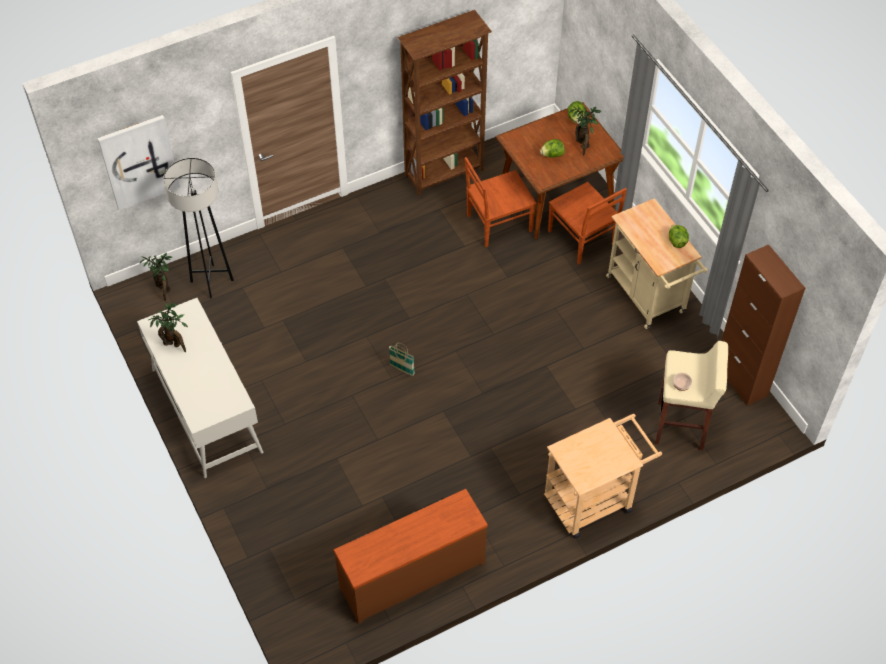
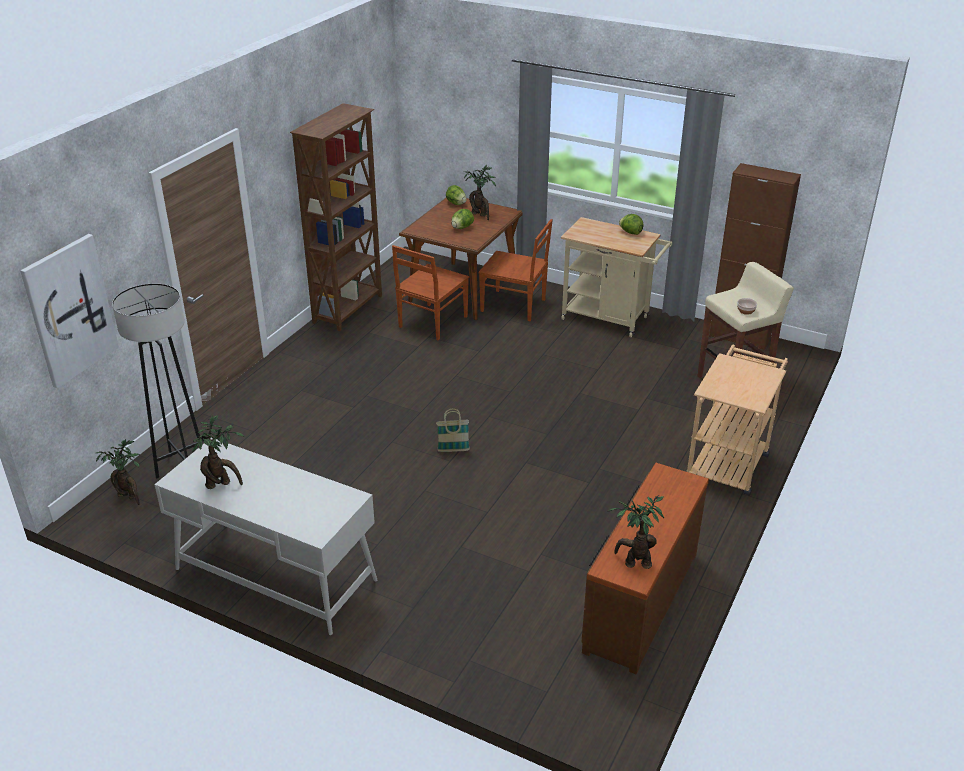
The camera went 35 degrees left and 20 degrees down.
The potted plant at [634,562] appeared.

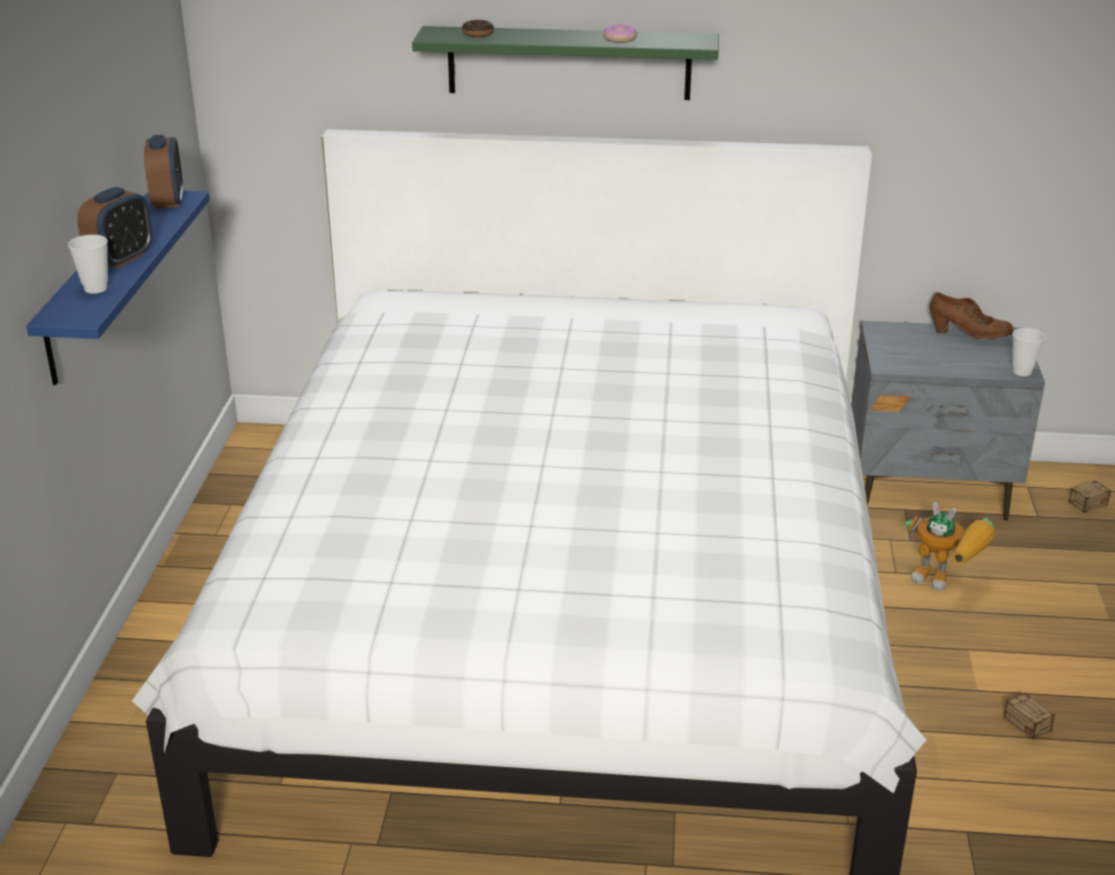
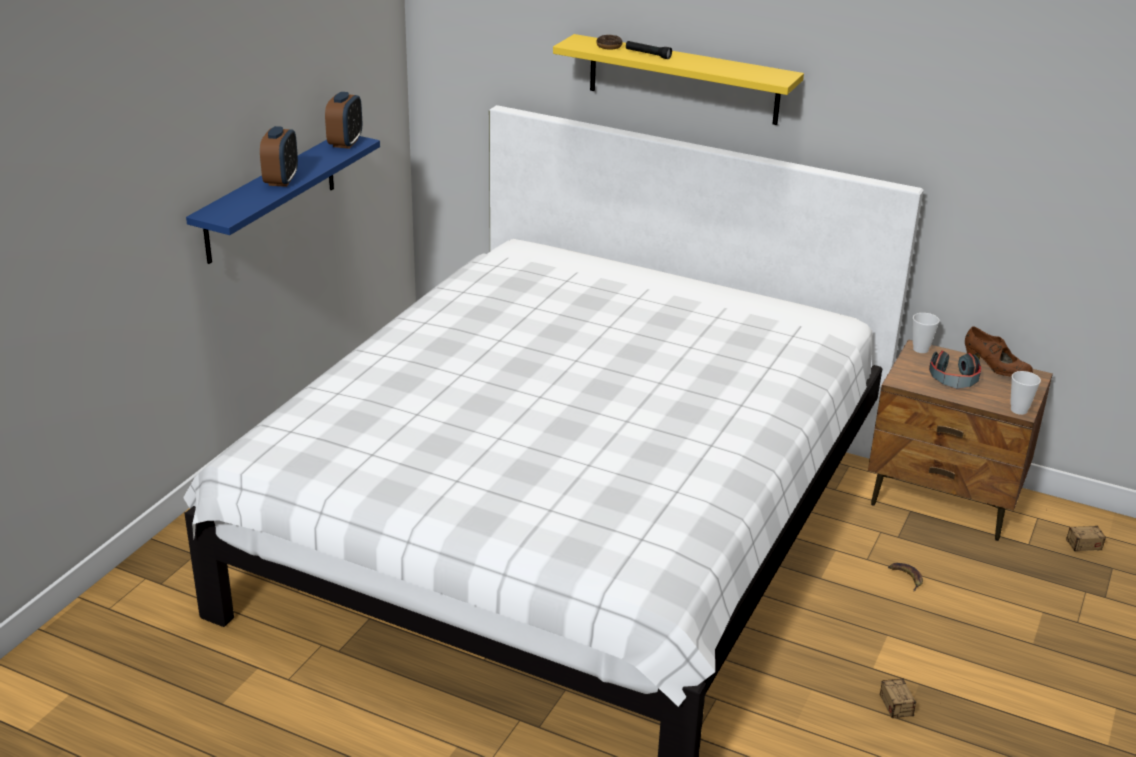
The camera went 20 degrees right and 0 degrees up.
The alarm clock at [121,259] turned 45 degrees counterclockwise.
The green shelf at [569,63] became the yellow shelf at [683,79].
The black flashlight at [648,55] appeared.
The grey nightstand at [929,489] became the brown nightstand at [945,499].
The toy robot at [946,582] was replaced by the banana at [906,577].
The cup moved from [96,288] to [920,349].
The headphones at [953,380] appeared.
The donut at [619,39] disappeared.

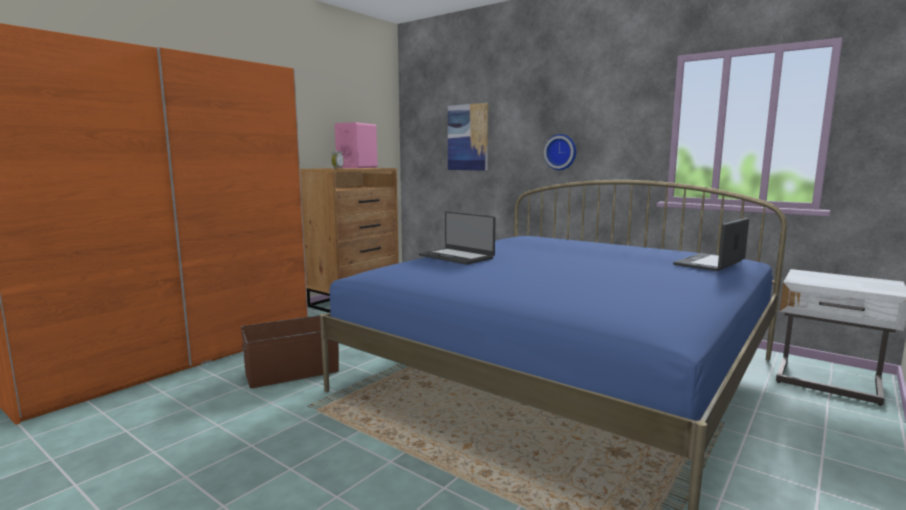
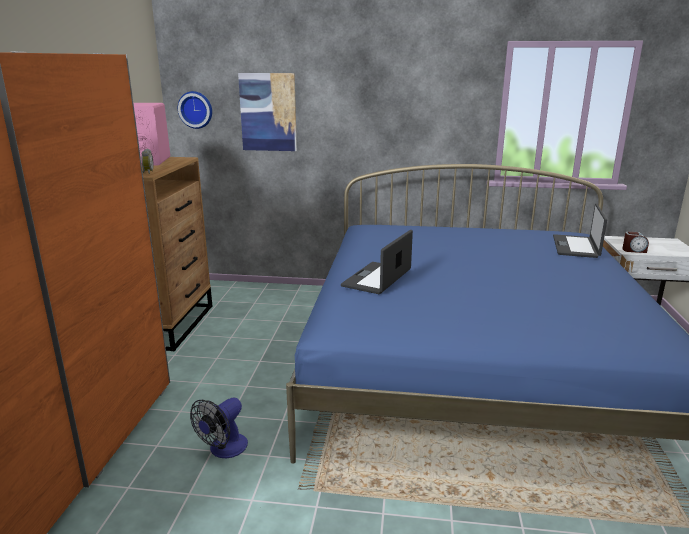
The camera went 30 degrees left and 10 degrees up.
The wall clock moved from [561,152] to [196,109].
The brown storage box at [293,372] was replaced by the fan at [224,450].
The laptop at [456,257] turned 105 degrees clockwise.
The alarm clock at [634,250] appeared.

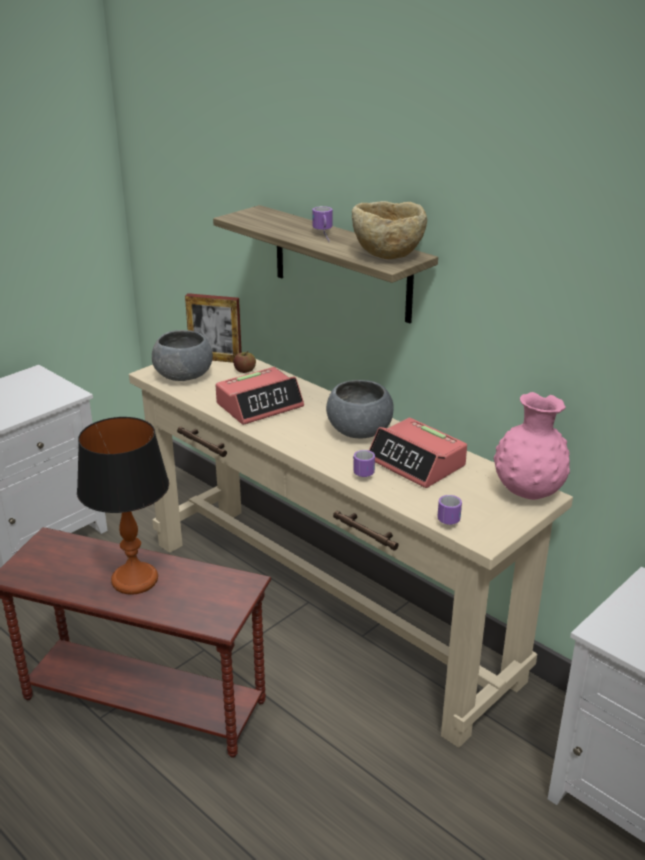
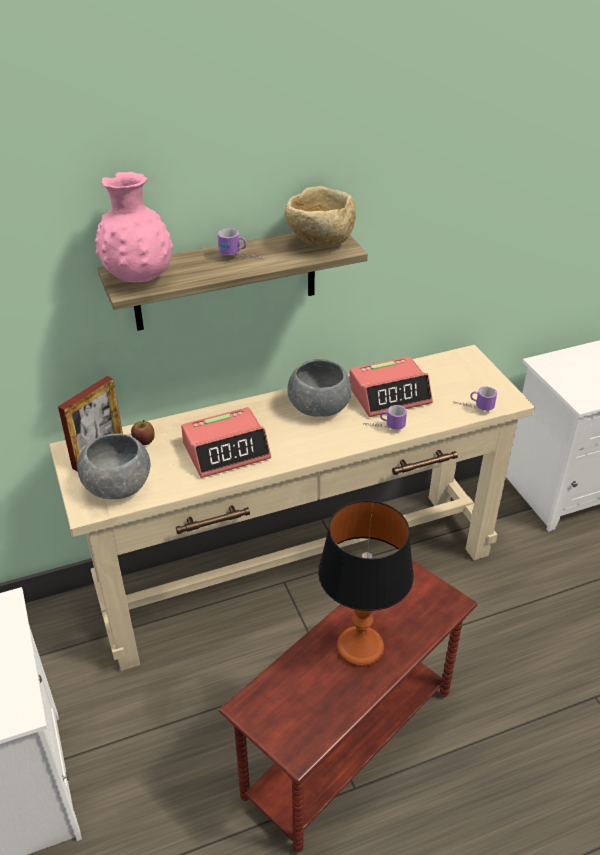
The camera went 65 degrees left and 10 degrees up.
The pink vase moved from [528,492] to [139,278].
The alarm clock at [260,405] turned 75 degrees clockwise.

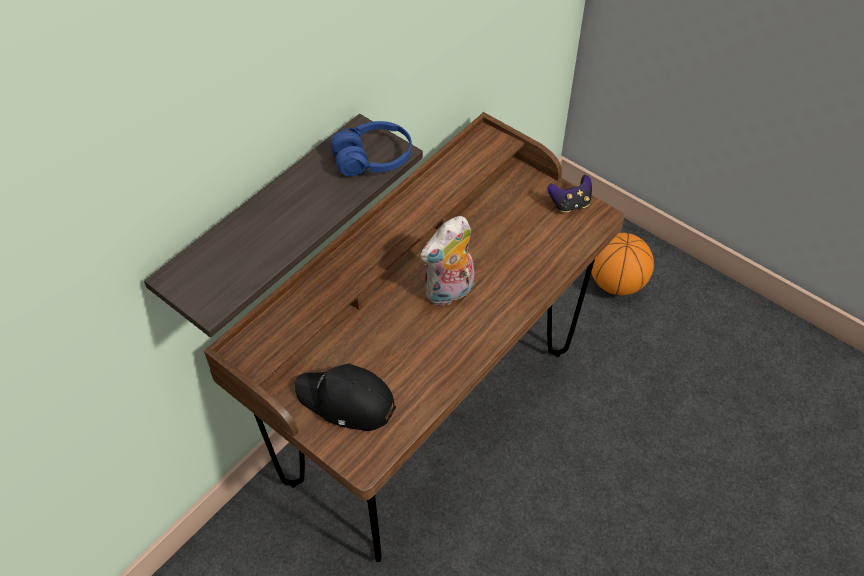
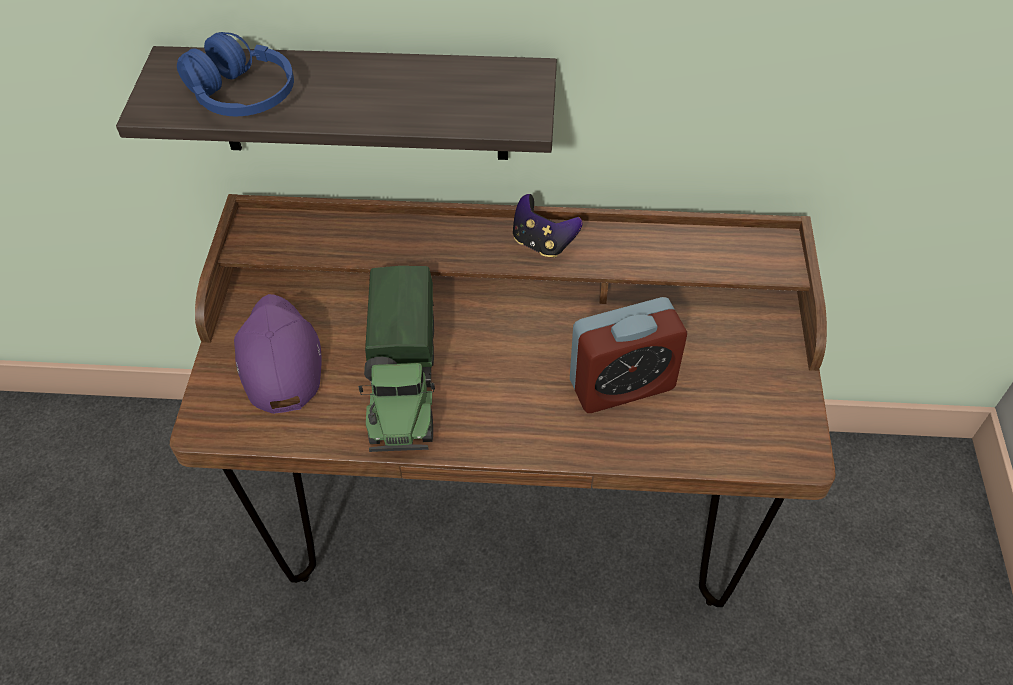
The camera went 55 degrees right and 0 degrees up.
The blue headphones moved from [373,159] to [242,96].
The black cap at [346,402] became the purple cap at [278,360].
The toy truck at [404,383] appeared.
The game controller moved from [570,204] to [542,243].
The alarm clock at [622,385] appeared.
The plush toy at [450,292] disappeared.
The basketball at [616,283] disappeared.

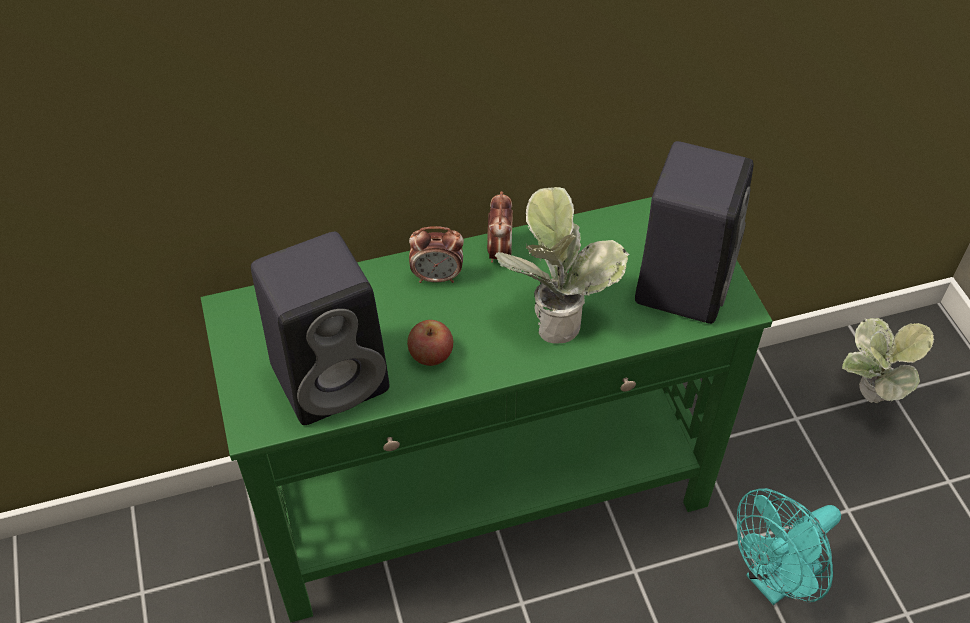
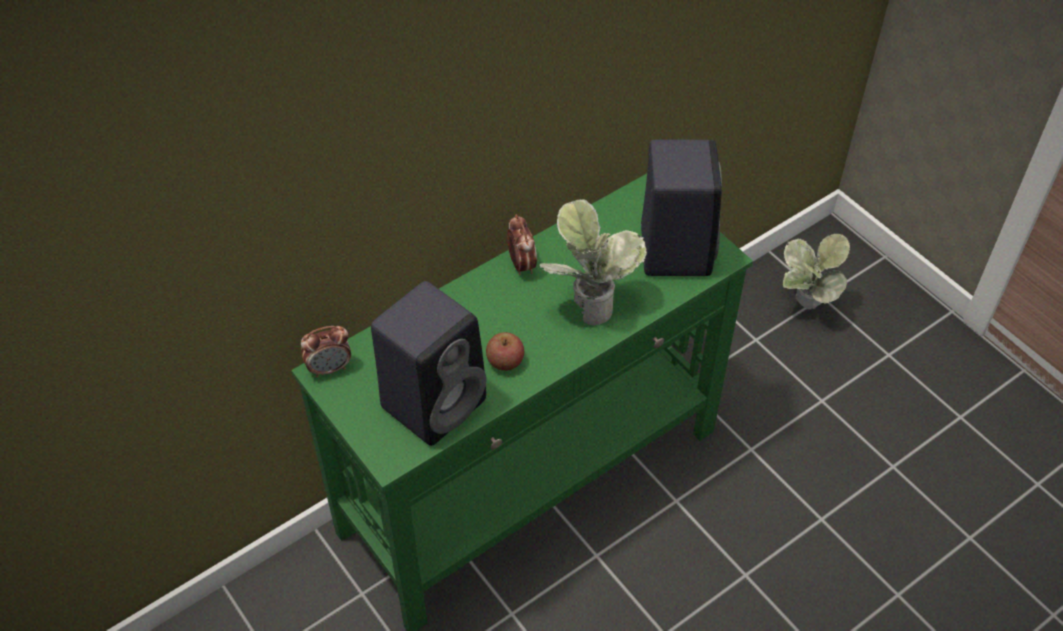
The camera went 20 degrees left and 0 degrees up.
The alarm clock moved from [437,277] to [330,368].
The turquoise fan at [775,581] disappeared.

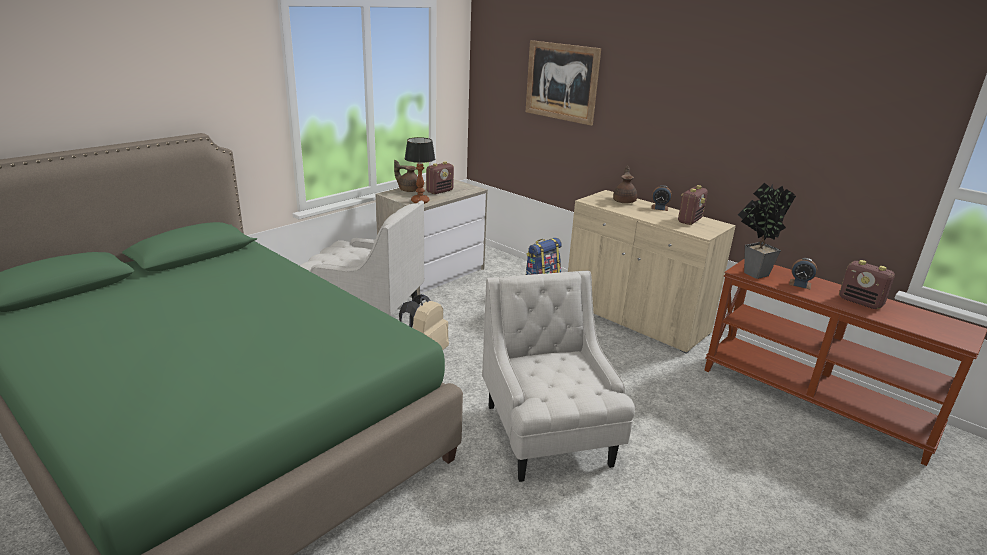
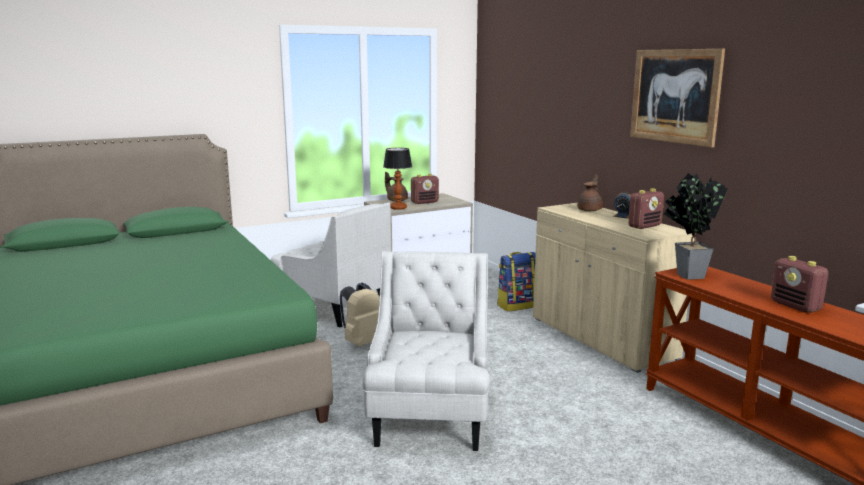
The camera went 20 degrees right and 10 degrees down.
The picture moved from [561,82] to [675,96].
The alarm clock at [800,284] disappeared.

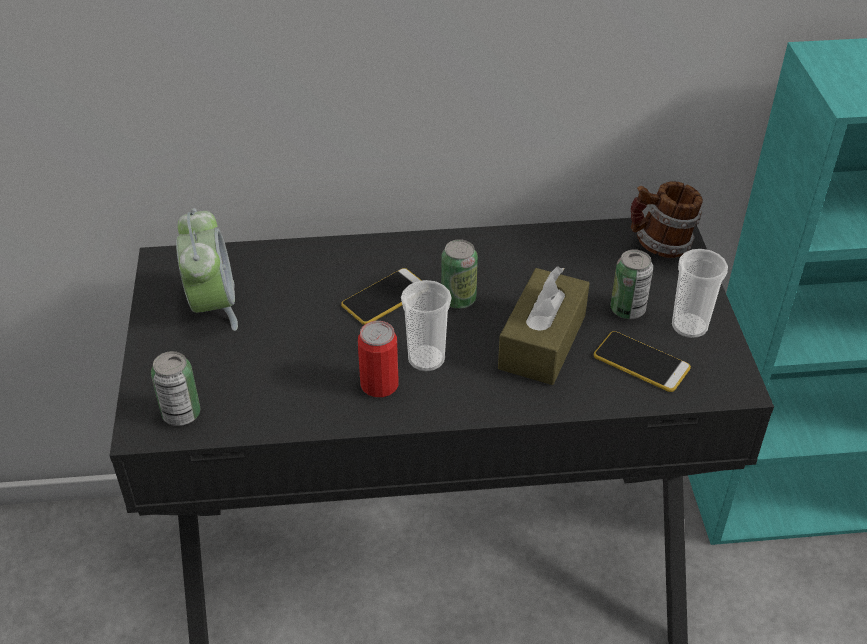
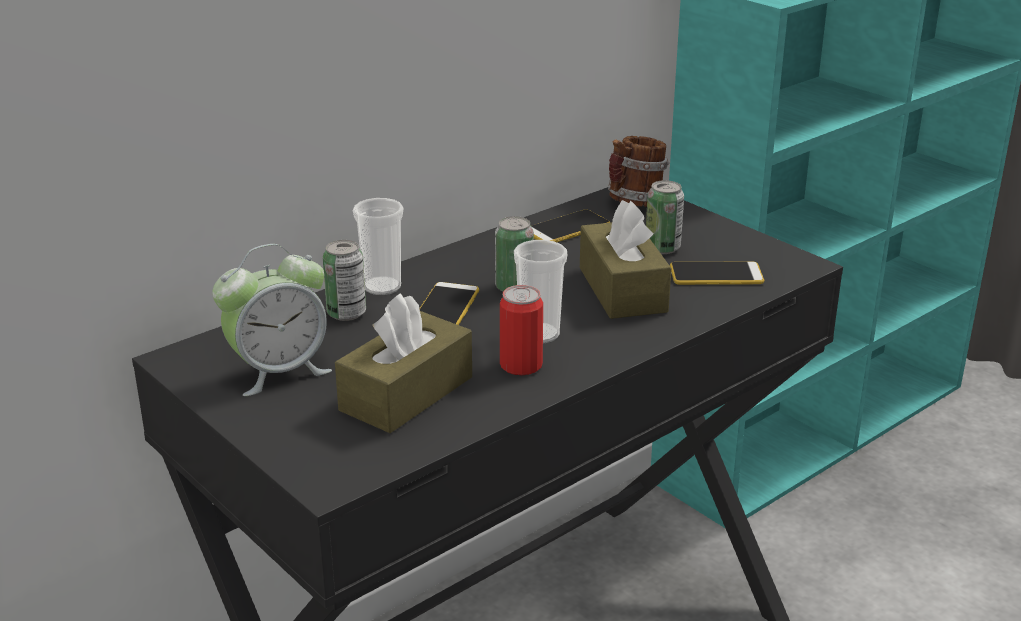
The camera went 35 degrees left and 15 degrees down.
The alarm clock at [213,306] turned 105 degrees clockwise.
The can moved from [181,414] to [346,313].
The brown tissue box at [406,394] appeared.
The cup moved from [689,326] to [382,287].
The phone at [567,228] appeared.

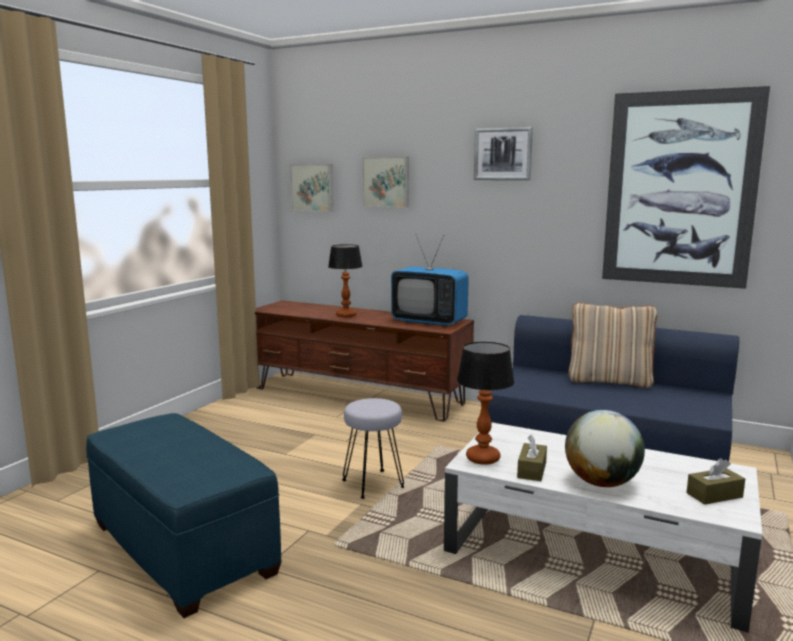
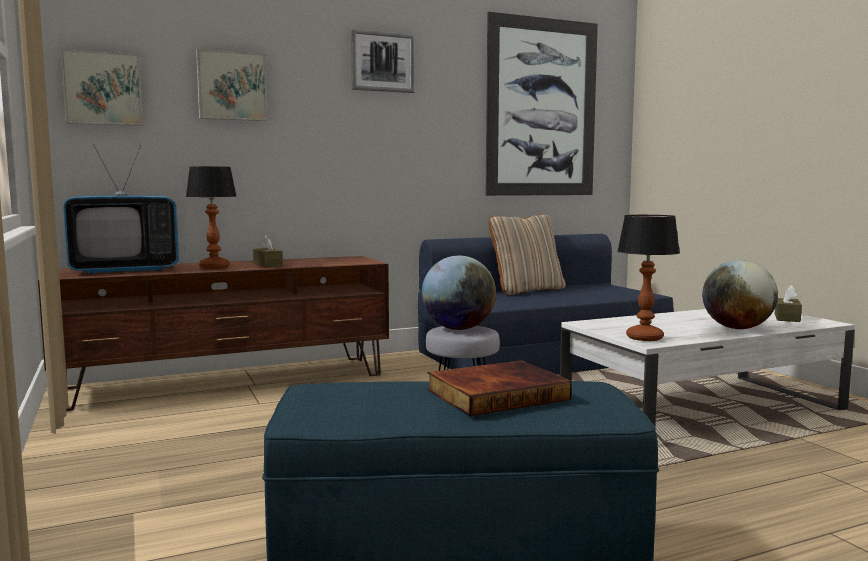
The camera went 50 degrees left and 5 degrees down.
The television moved from [429,322] to [125,270].
The brown tissue box moved from [531,470] to [267,265].
The globe at [458,329] appeared.
The book at [497,394] appeared.

